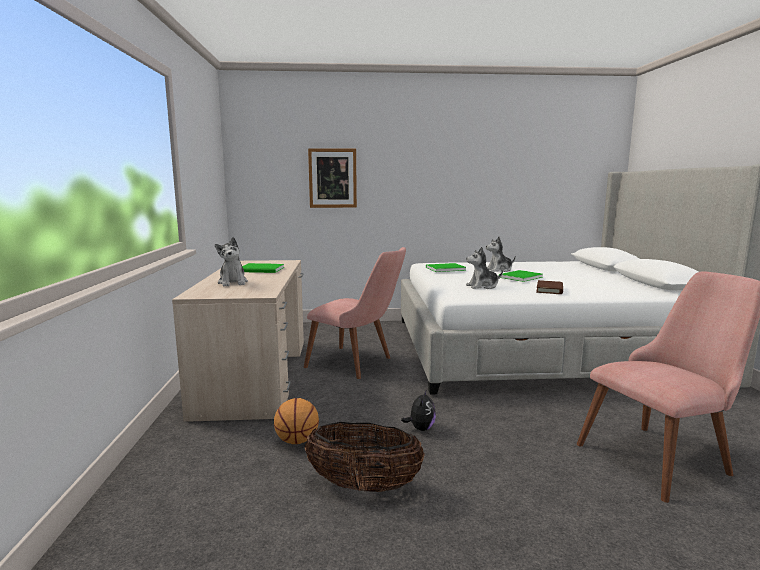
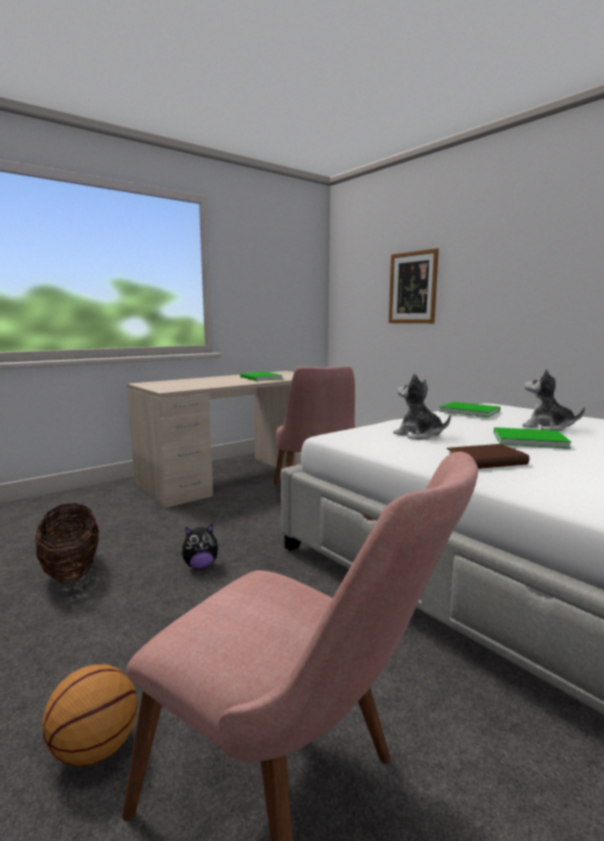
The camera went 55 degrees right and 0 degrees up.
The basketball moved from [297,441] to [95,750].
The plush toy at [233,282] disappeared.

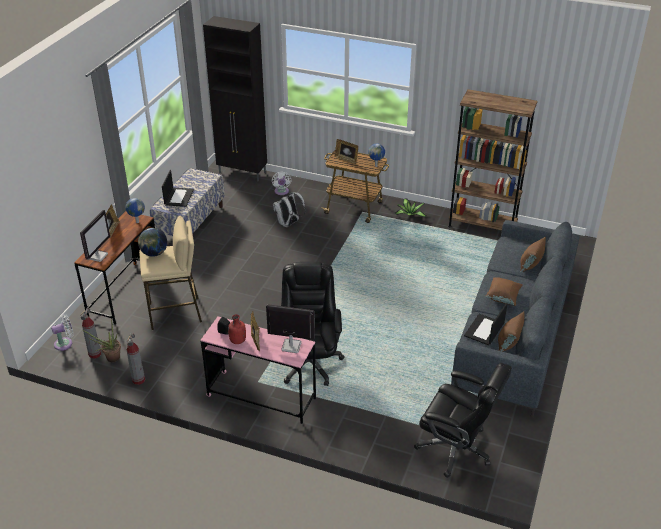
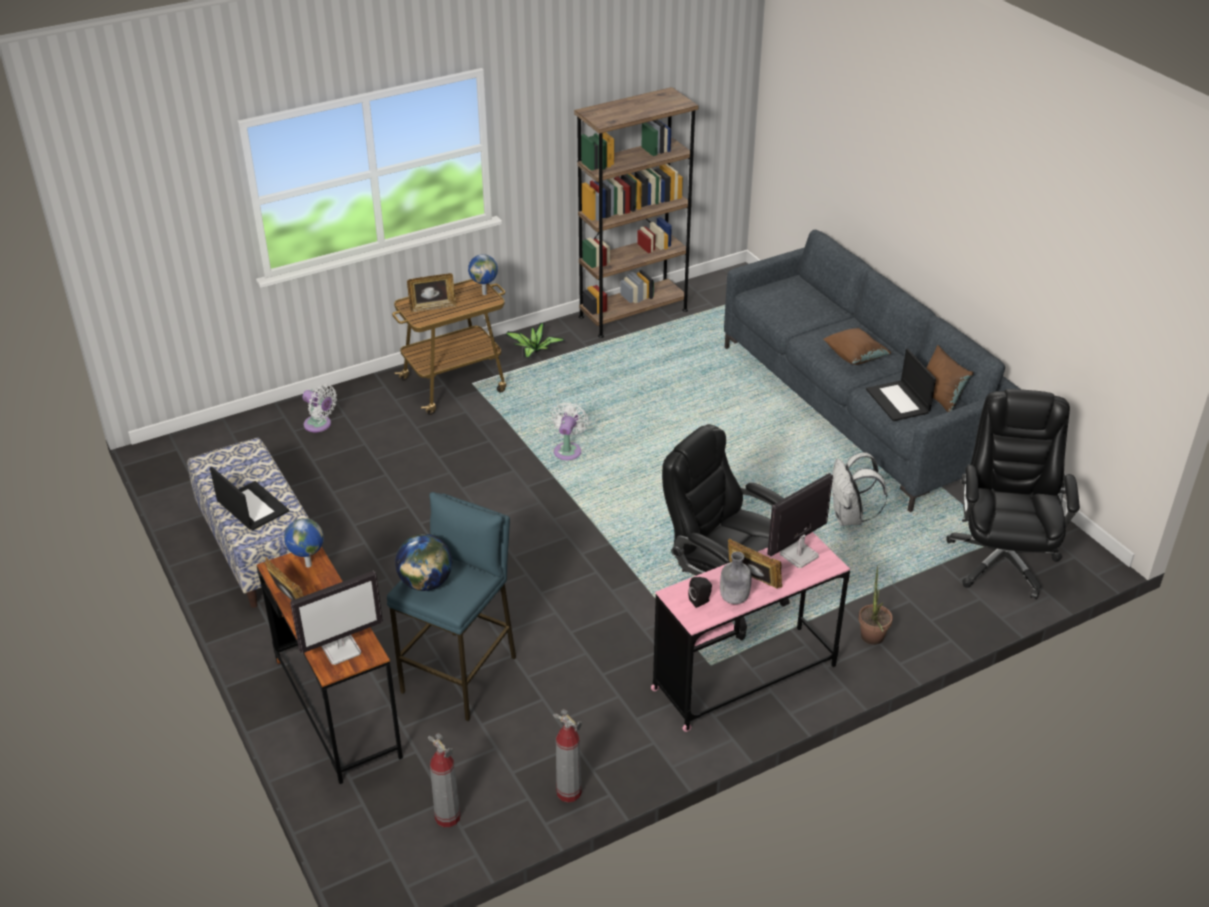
The camera went 50 degrees left and 0 degrees up.
The monitor at [98,256] turned 90 degrees clockwise.
The beige stool at [175,313] became the blue stool at [461,675].
The white fan moved from [65,343] to [568,450].
The red bottle at [237,341] became the grey bottle at [734,598].
The white backpack moved from [289,224] to [850,518].
The potted plant moved from [110,358] to [872,640].
The black office chair at [456,448] turned 60 degrees counterclockwise.
The black cabinet at [243,173] disappeared.
The brown pillow at [530,265] disappeared.

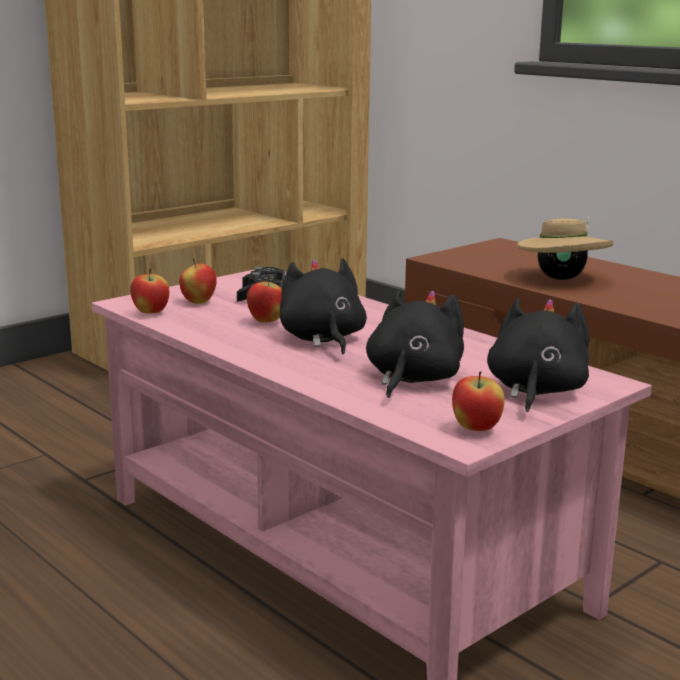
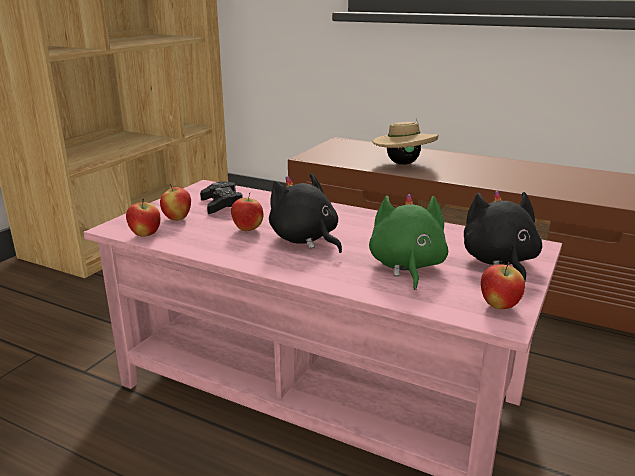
The camera went 20 degrees left and 5 degrees up.
The black plush toy at [412,379] became the green plush toy at [406,266].

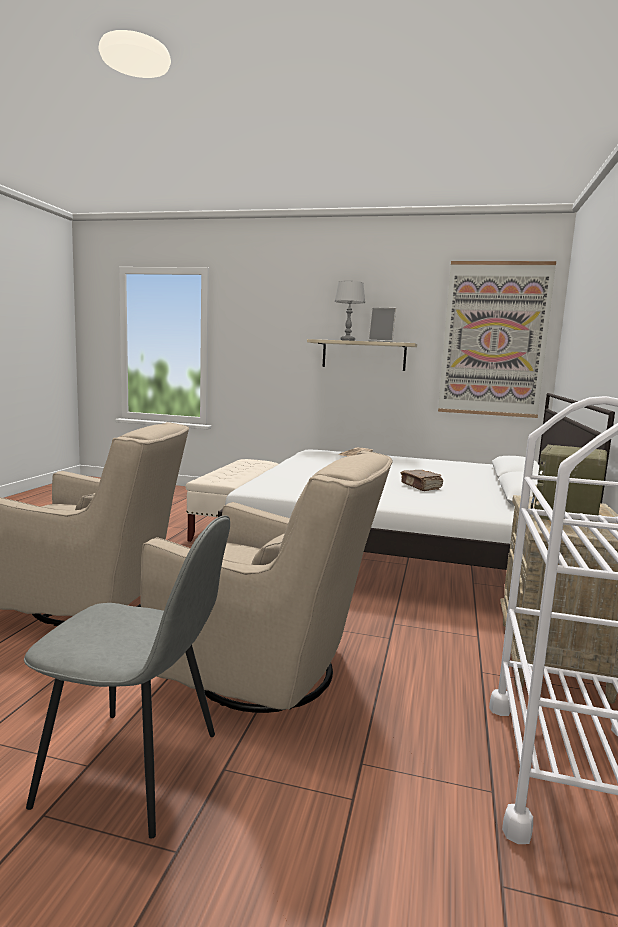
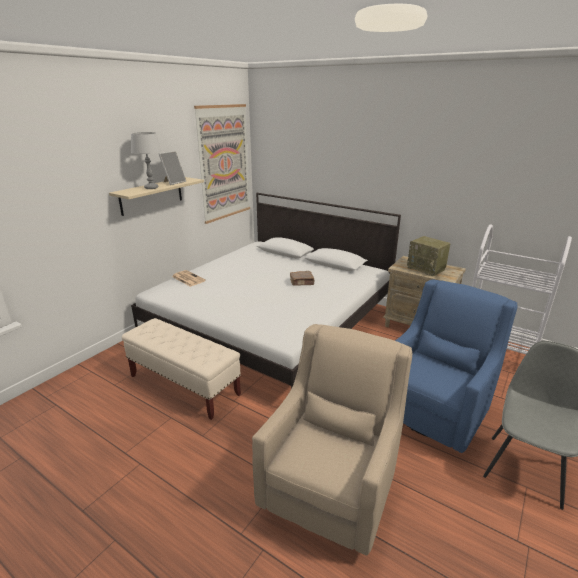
The camera went 70 degrees left and 15 degrees up.
The beige armchair at [269,672] became the blue armchair at [434,410].

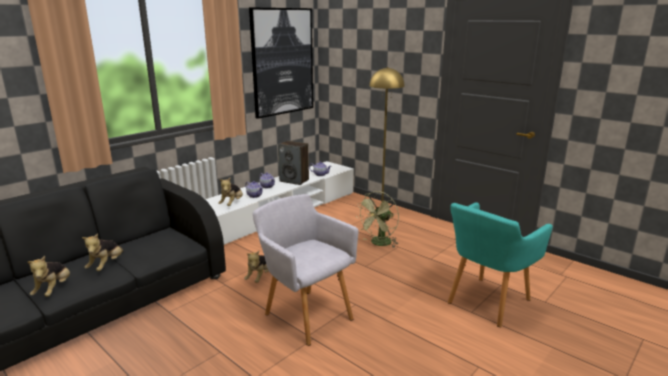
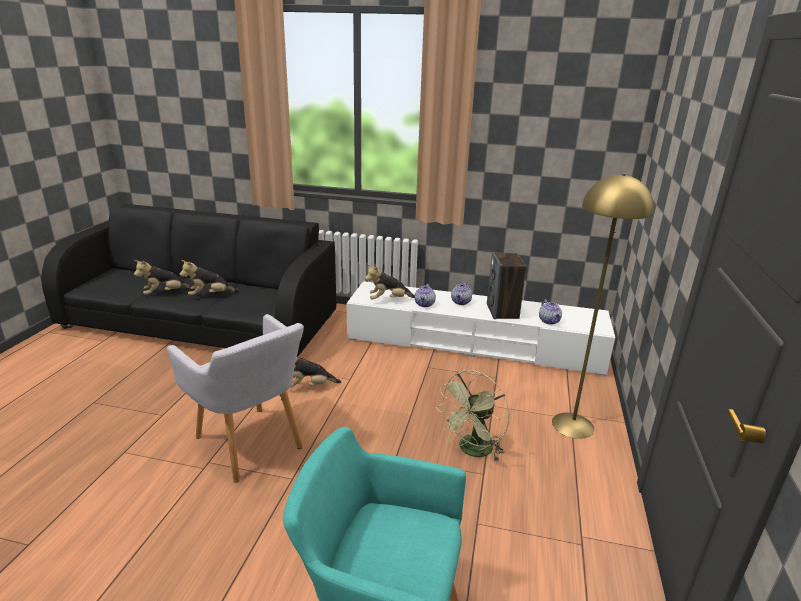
The camera went 60 degrees right and 5 degrees up.
The grey armchair at [306,314] turned 120 degrees clockwise.
The green fan at [379,244] turned 60 degrees counterclockwise.
The picture at [282,62] disappeared.

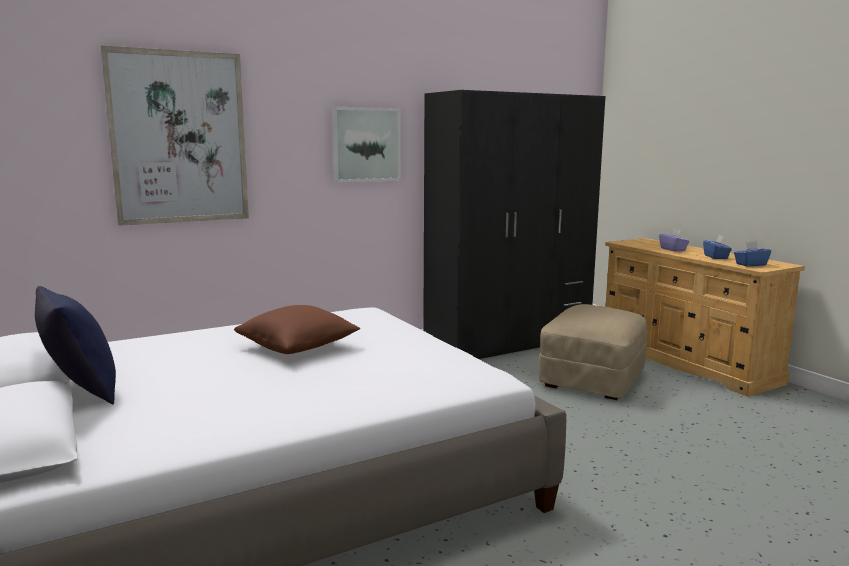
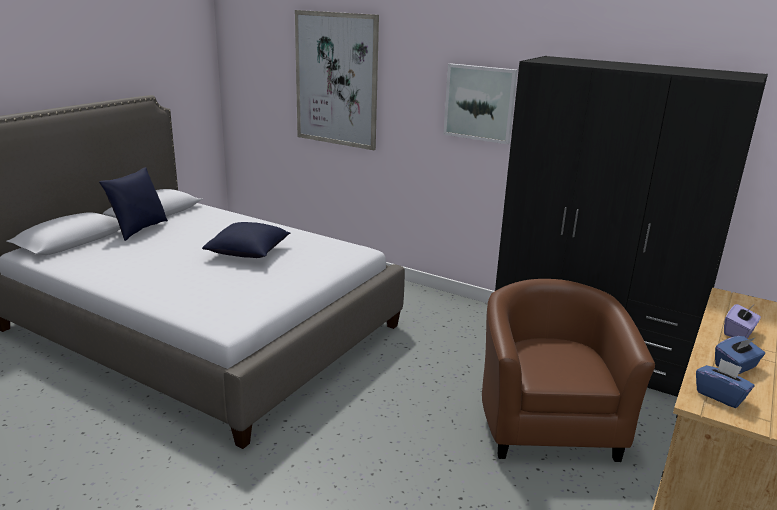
The camera went 60 degrees right and 10 degrees up.
The brown pillow at [298,348] became the blue pillow at [249,253].
The beige ottoman at [591,378] was replaced by the brown armchair at [547,423].

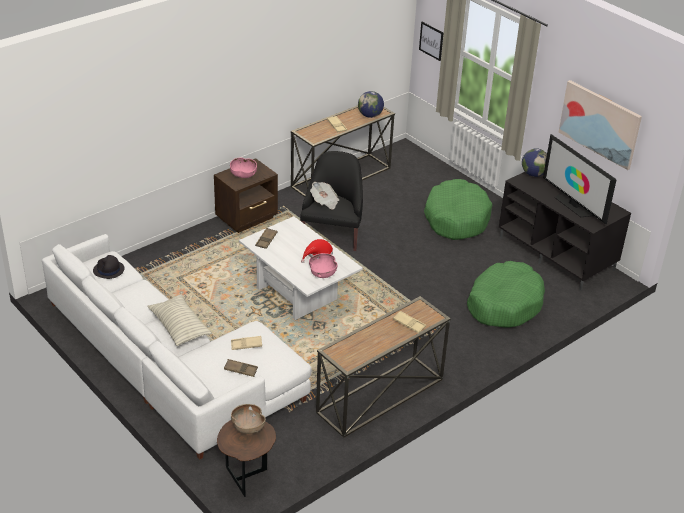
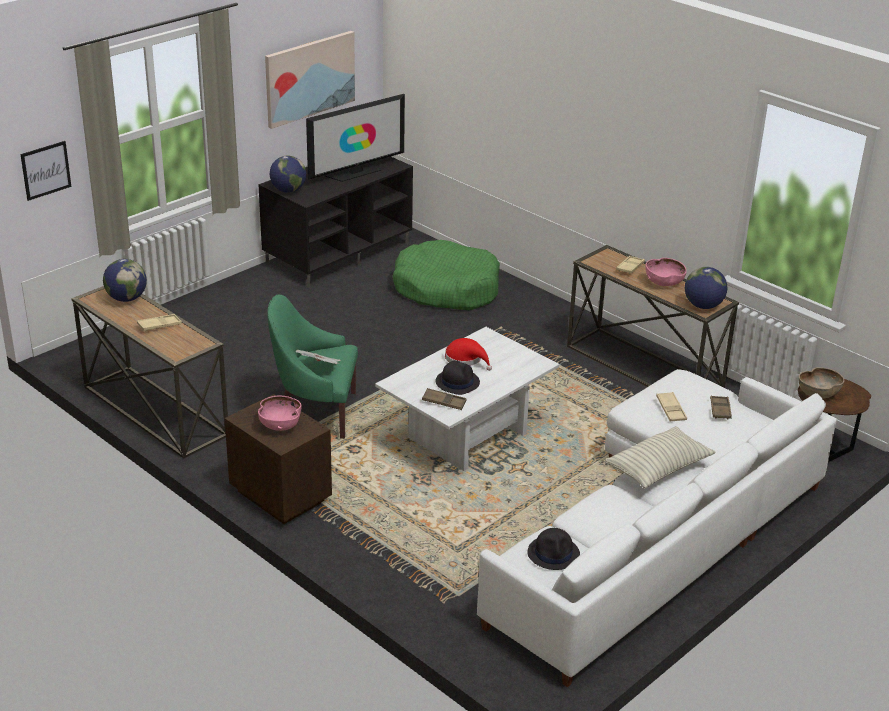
The camera went 95 degrees left and 5 degrees down.
The black armchair at [332,234] became the green armchair at [315,412].
The black hat at [457,382] appeared.
The pink bowl moved from [323,273] to [663,282].
The globe at [703,306] appeared.
The green dog bed at [456,218] disappeared.

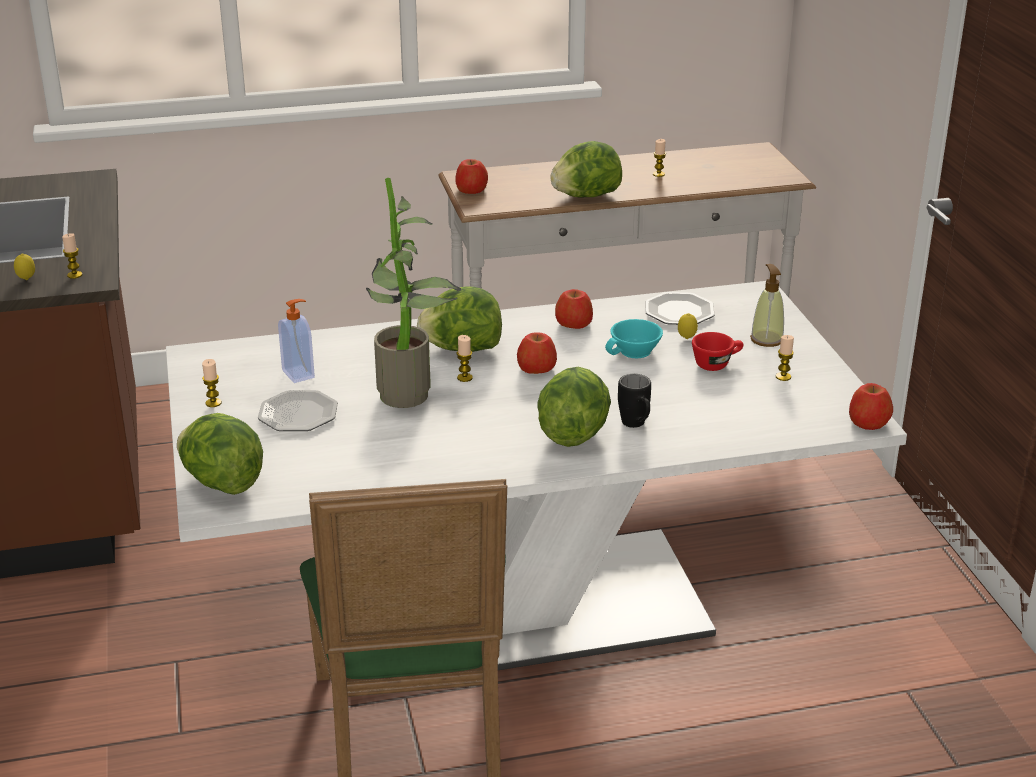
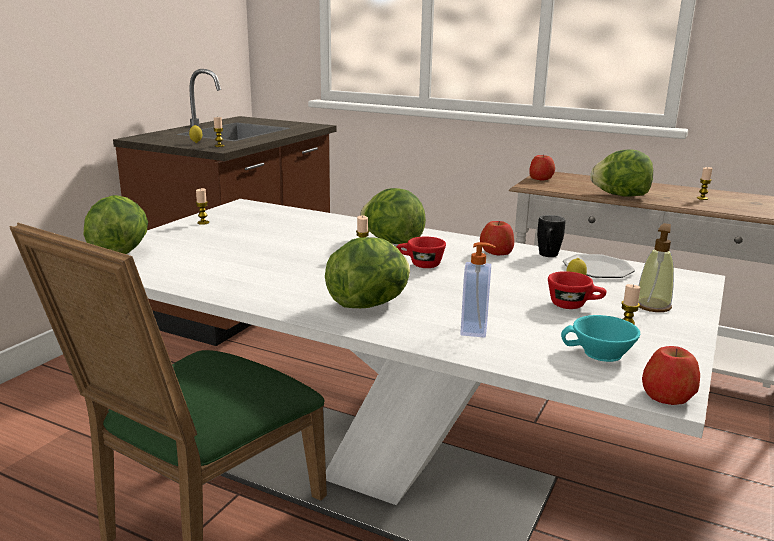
The camera went 40 degrees right and 10 degrees down.
The apple at [536,369] was replaced by the red cup at [420,264].
The soap dispenser moved from [299,374] to [475,330].
The black mug moved from [636,425] to [547,256].
The turquoise cup moved from [635,352] to [601,354].
The plate at [297,414] disappeared.
The potted plant at [412,395] disappeared.

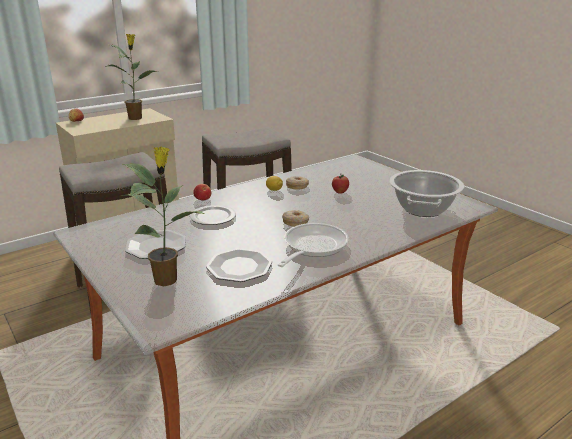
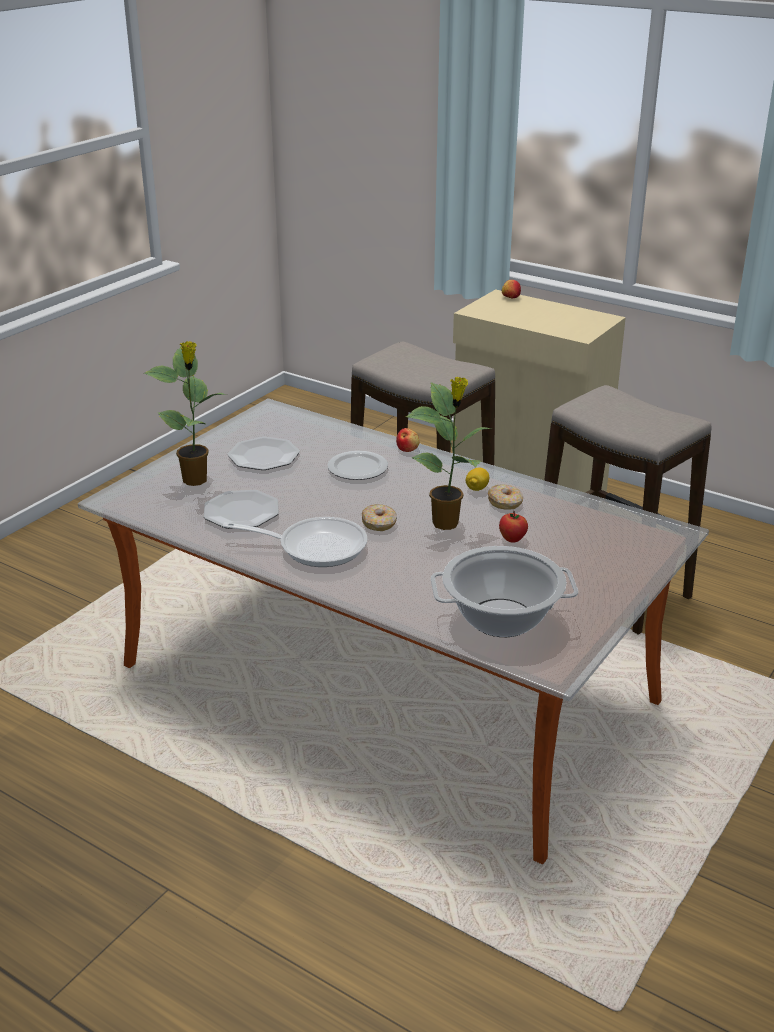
The camera went 70 degrees right and 5 degrees up.
The potted plant moved from [136,118] to [447,523].

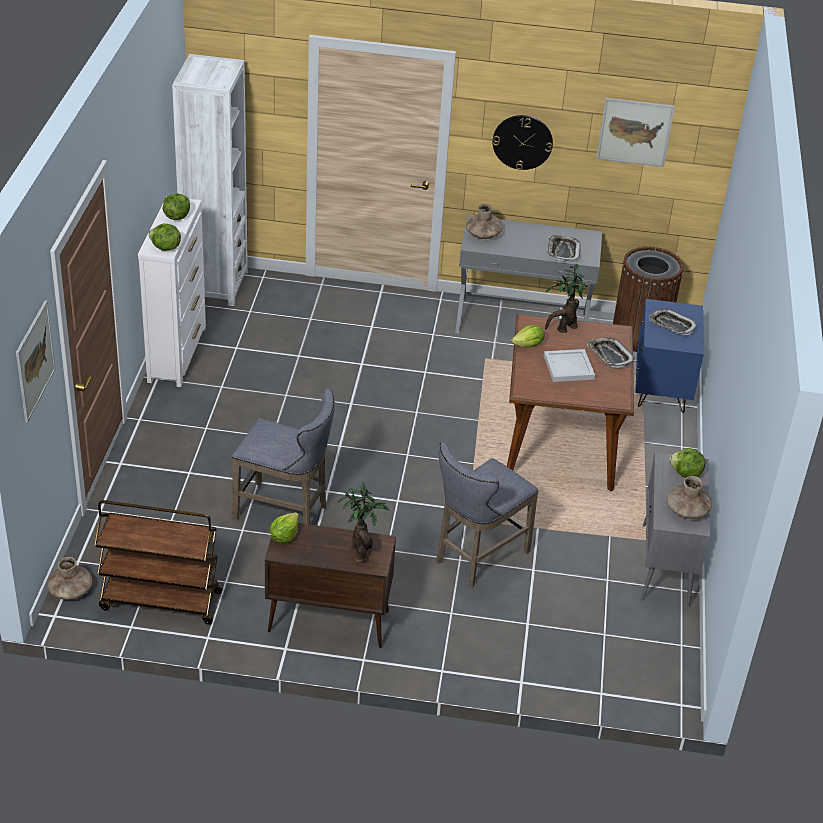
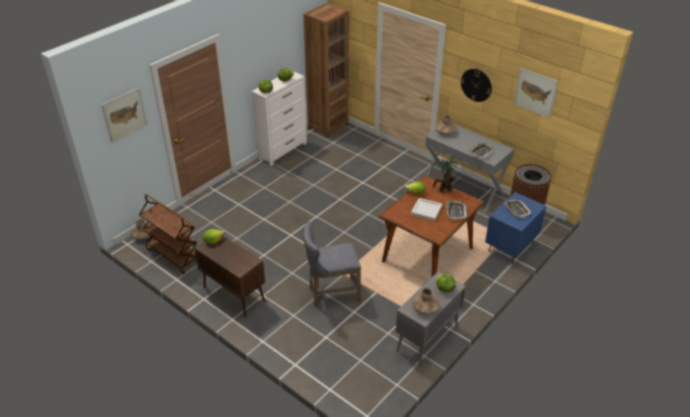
The camera went 35 degrees right and 0 degrees up.
The white bookcase at [215,285] became the brown bookcase at [328,126].
The grey stool at [285,512] disappeared.
The potted plant at [360,551] disappeared.

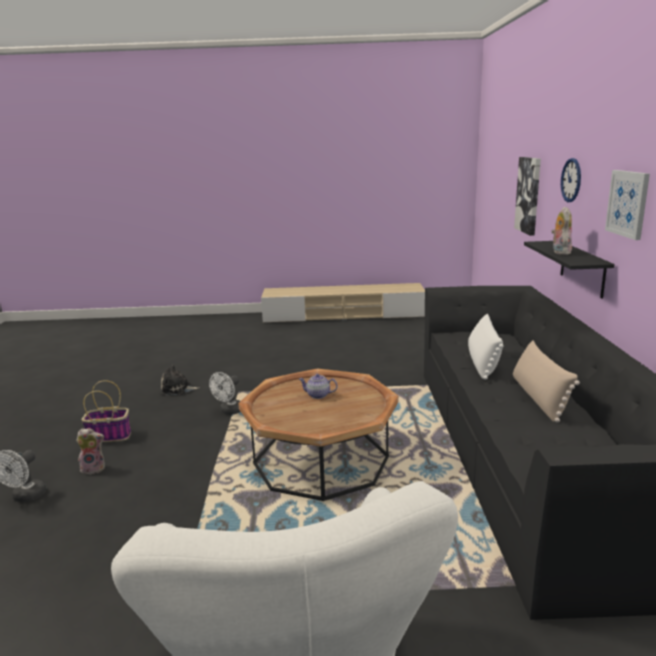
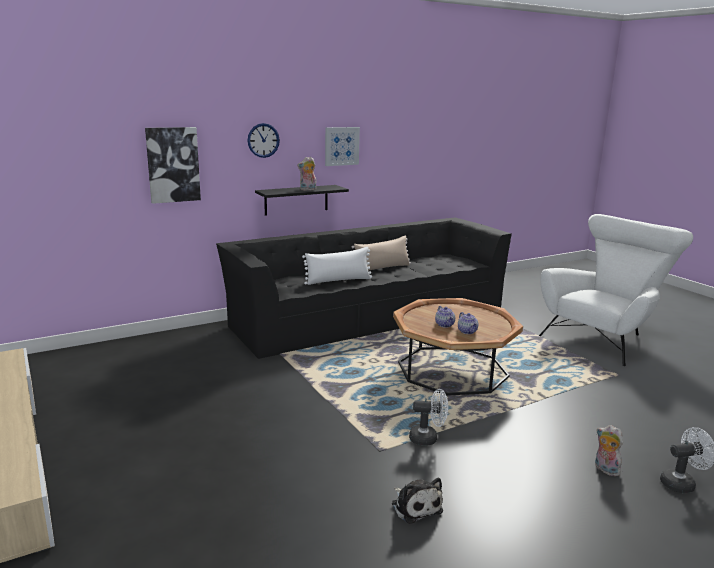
The camera went 120 degrees left and 0 degrees up.
The teapot at [467,331] appeared.
The basket at [110,436] disappeared.

